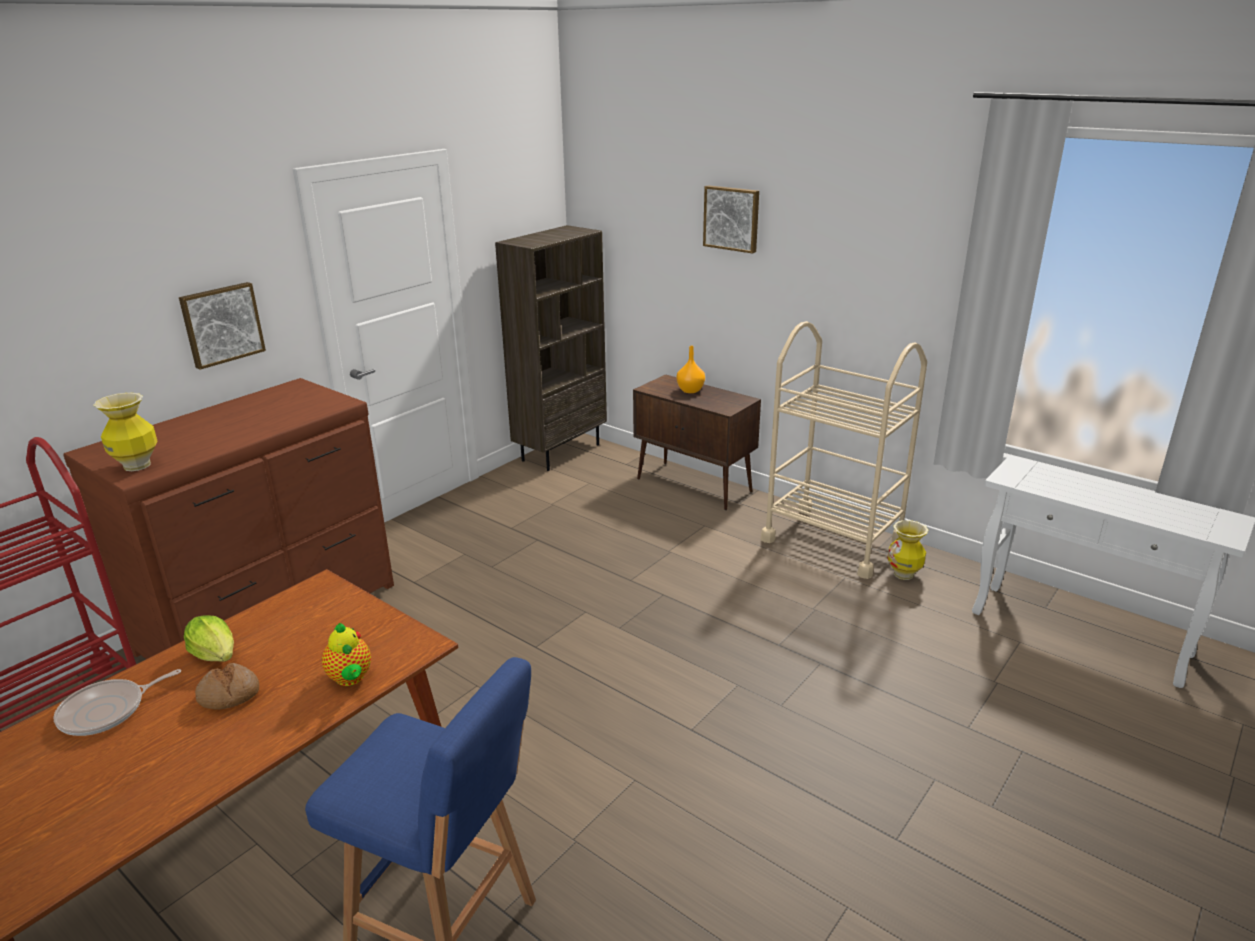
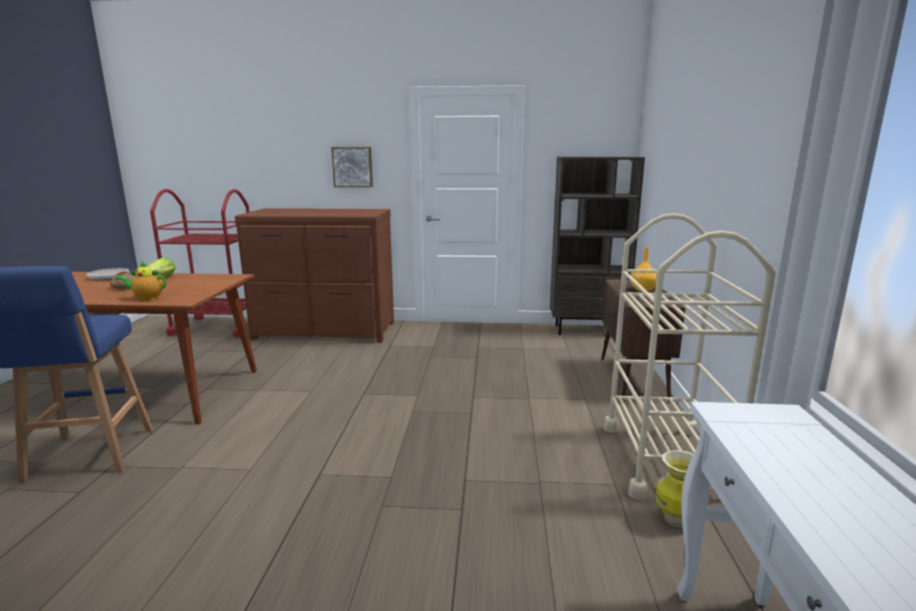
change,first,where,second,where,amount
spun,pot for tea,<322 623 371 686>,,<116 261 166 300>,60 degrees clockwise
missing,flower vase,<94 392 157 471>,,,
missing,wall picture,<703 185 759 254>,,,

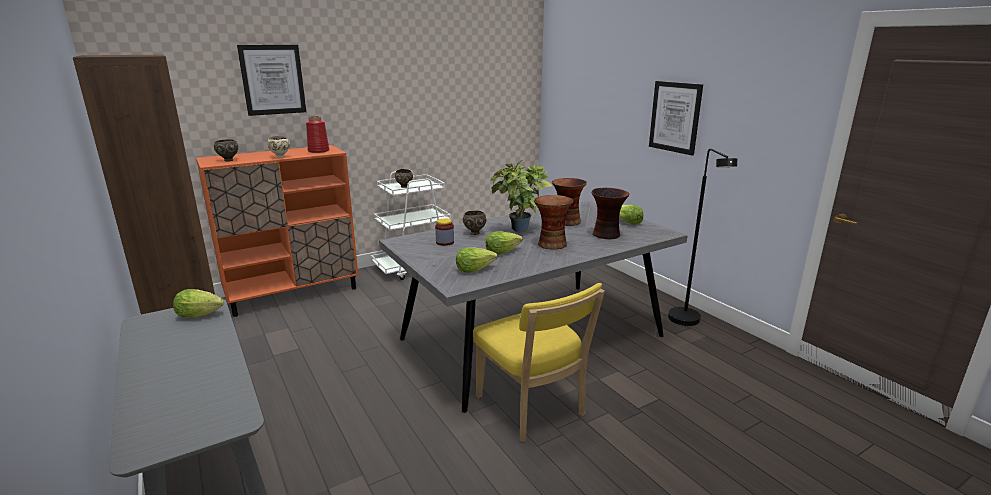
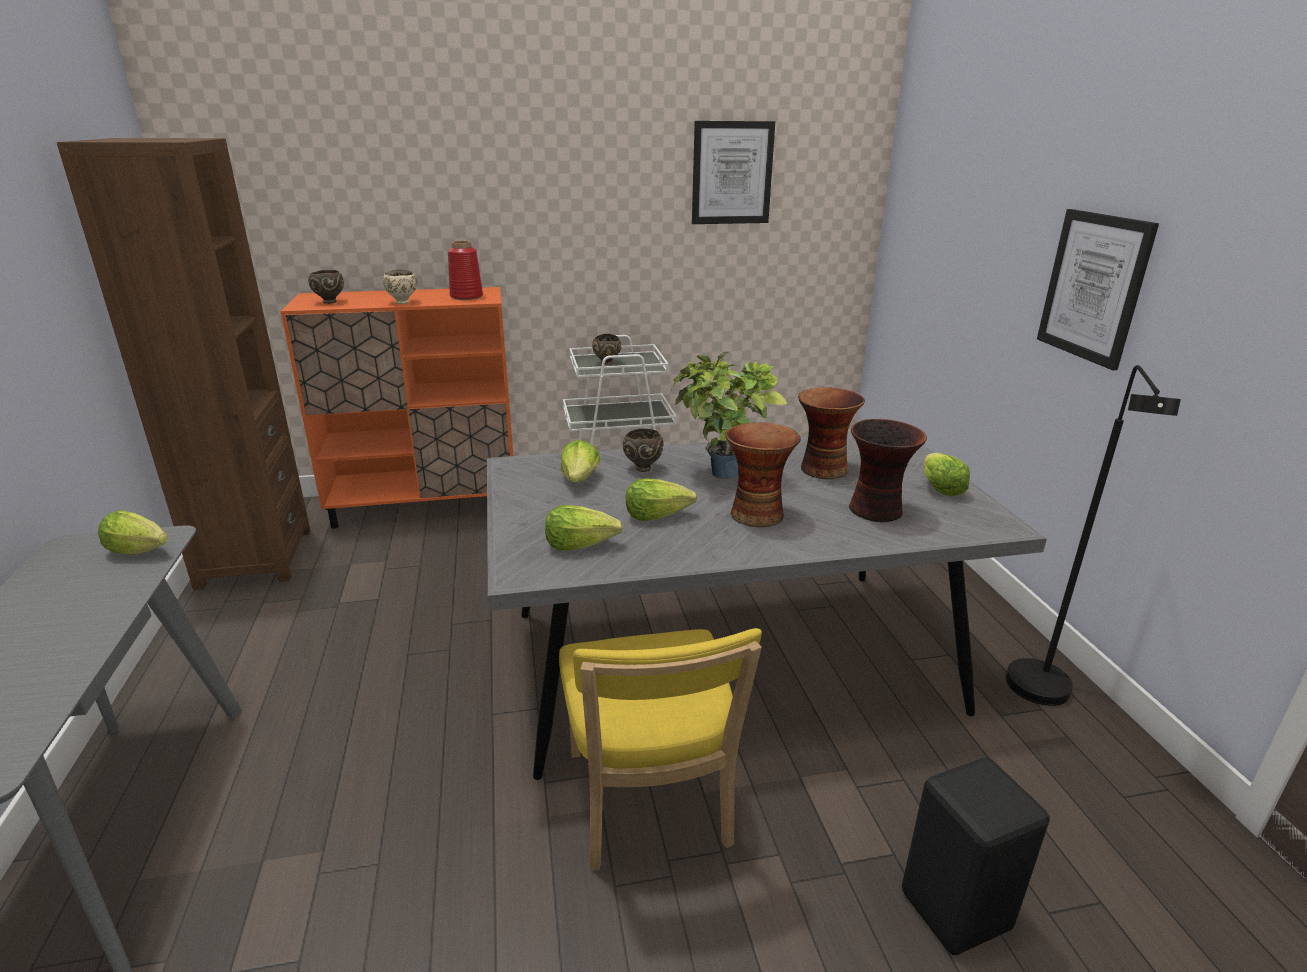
change,first,where,second,where,amount
exchanged,storage jar,<435 218 454 246>,head of lettuce,<561 440 600 483>,
relocated,wall picture,<237 45 306 116>,,<692 121 775 224>,
appeared,,,stool/black-coloured,<902 757 1050 955>,

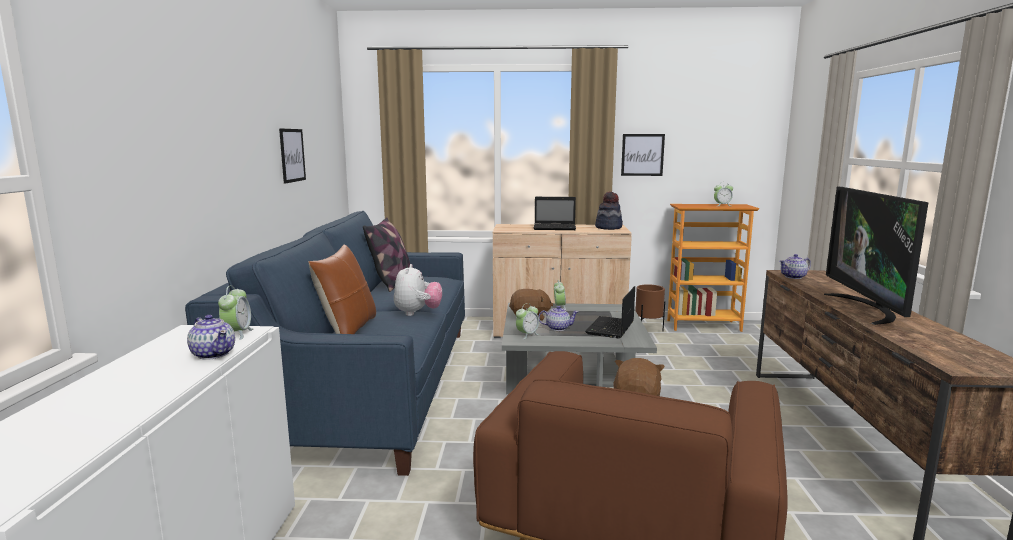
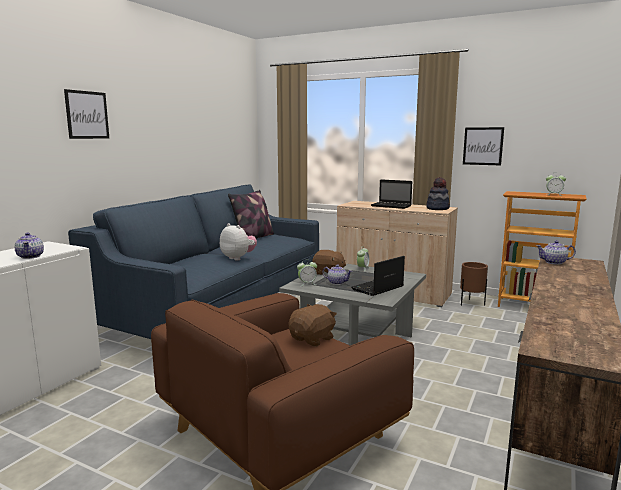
change,first,where,second,where,amount
relocated,wall picture,<279 129 306 184>,,<64 89 109 139>,
spun,soft toy,<394 264 442 316>,,<220 223 257 261>,75 degrees counterclockwise
missing,alarm clock,<218 285 253 340>,,,
missing,cushion/brown-coloured,<308 244 376 334>,,,
missing,TV set,<824 187 929 325>,,,

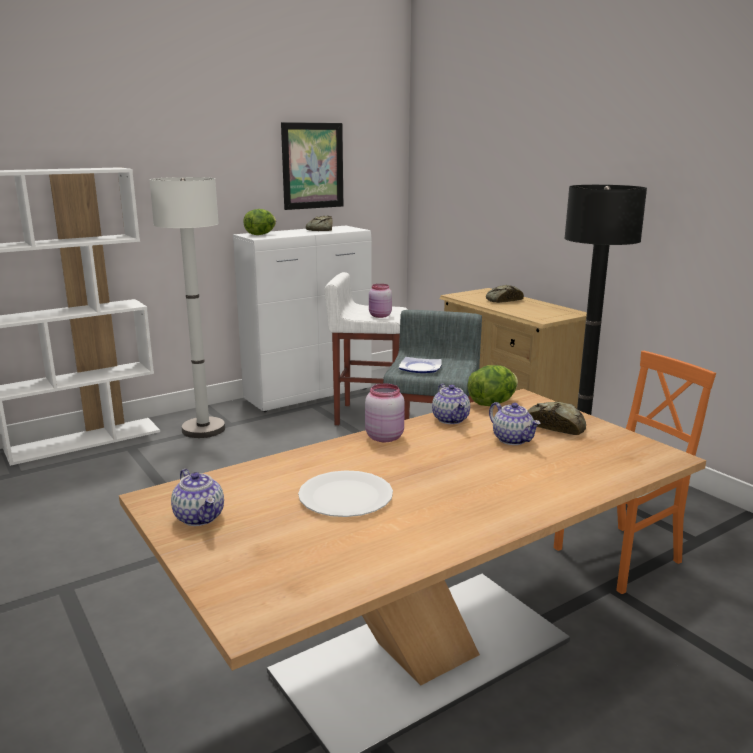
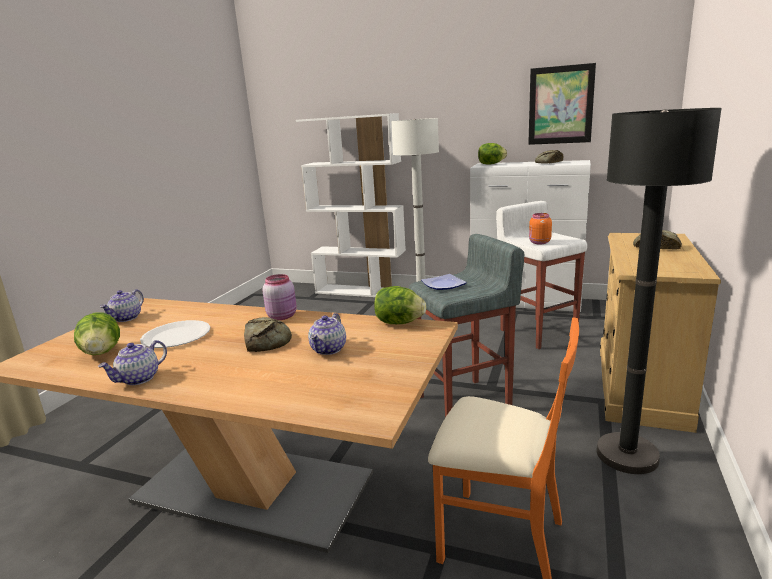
change,first,where,second,where,amount
appeared,,,head of lettuce,<74 312 120 355>,
relocated,pot for tea,<432 383 470 424>,,<98 340 167 385>,
relocated,bread,<528 402 586 435>,,<244 317 292 352>,
colour,storage jar/pink,<369 284 392 318>,storage jar/orangey,<529 213 552 244>,

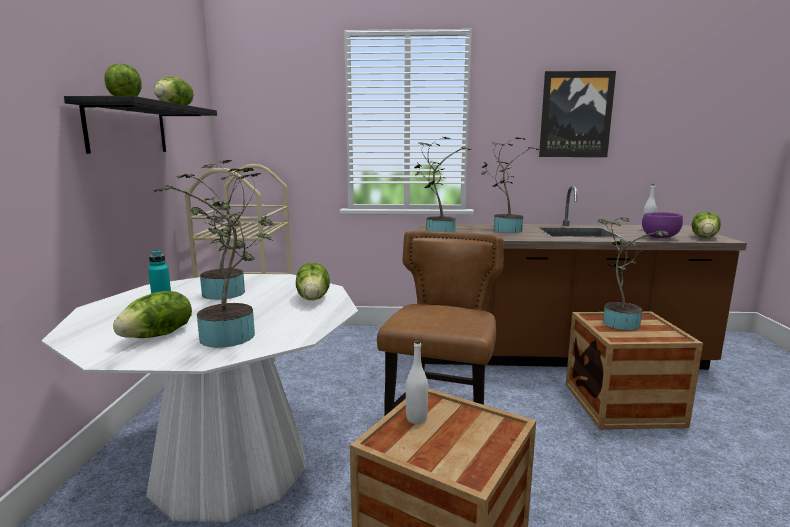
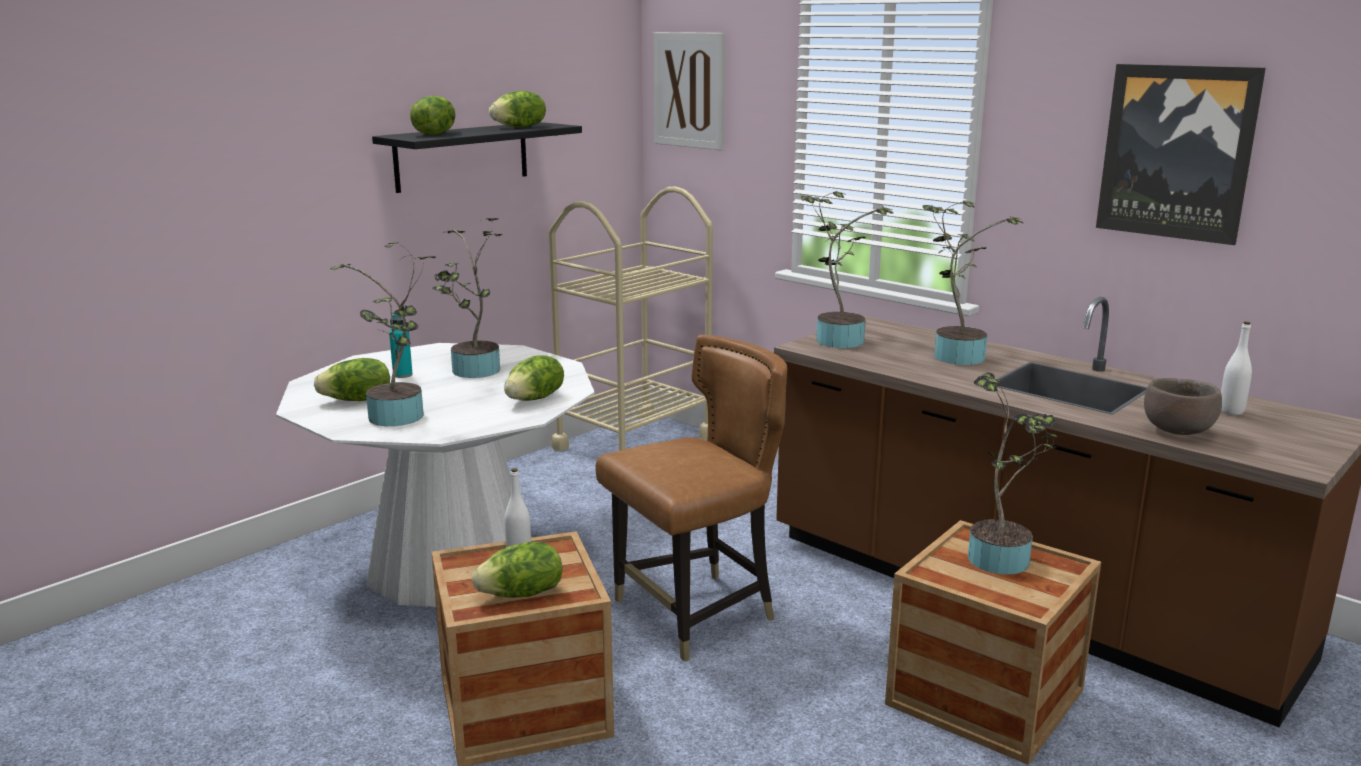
change,first,where,second,where,amount
relocated,head of lettuce,<692 212 721 238>,,<472 542 562 598>,
appeared,,,wall picture,<654 32 725 150>,
colour,serving bowl/purple-coloured,<642 212 683 238>,serving bowl/brown-coloured,<1144 378 1222 435>,

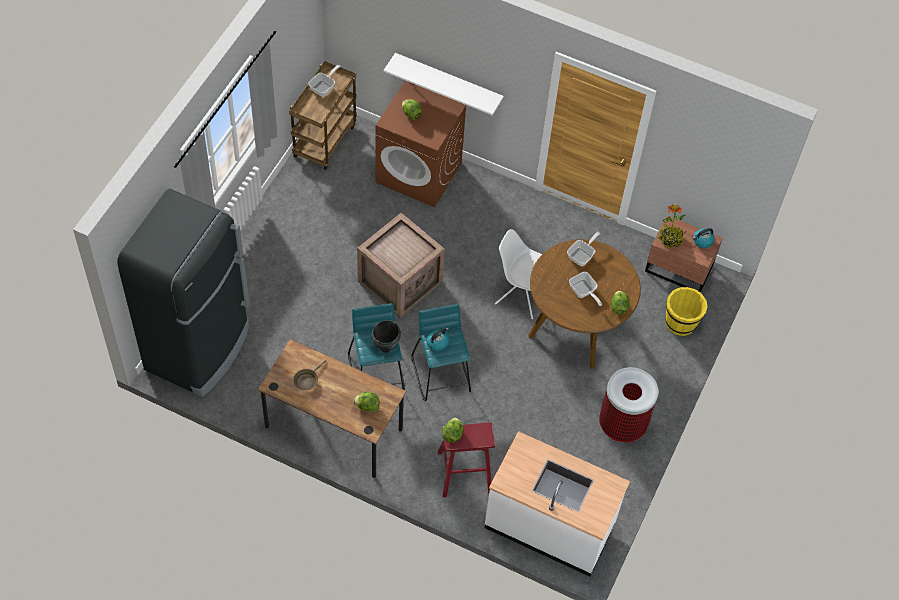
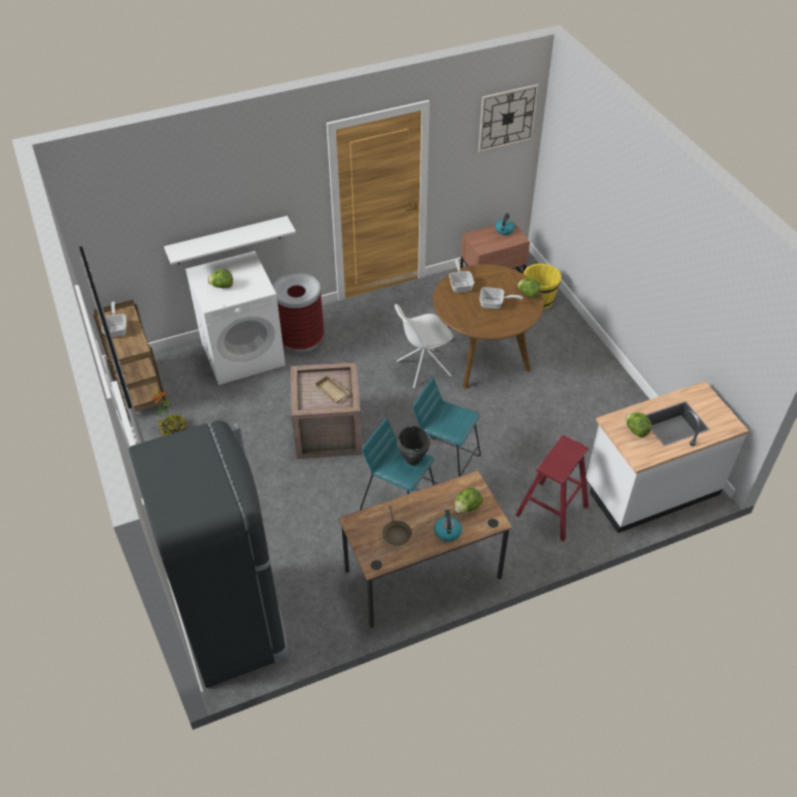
change,first,where,second,where,amount
relocated,potted plant,<658 204 686 248>,,<152 391 187 436>,
colour,laundry appliance/brown-coloured,<375 81 466 207>,laundry appliance/whitish,<186 251 285 385>,
relocated,waste bin,<599 367 658 443>,,<273 273 324 353>,
appeared,,,tray/beige-coloured,<314 375 350 404>,
relocated,tea kettle,<426 328 449 351>,,<434 509 462 542>,
appeared,,,hanging clock,<478 84 539 153>,
relocated,head of lettuce,<442 418 464 443>,,<625 412 652 437>,

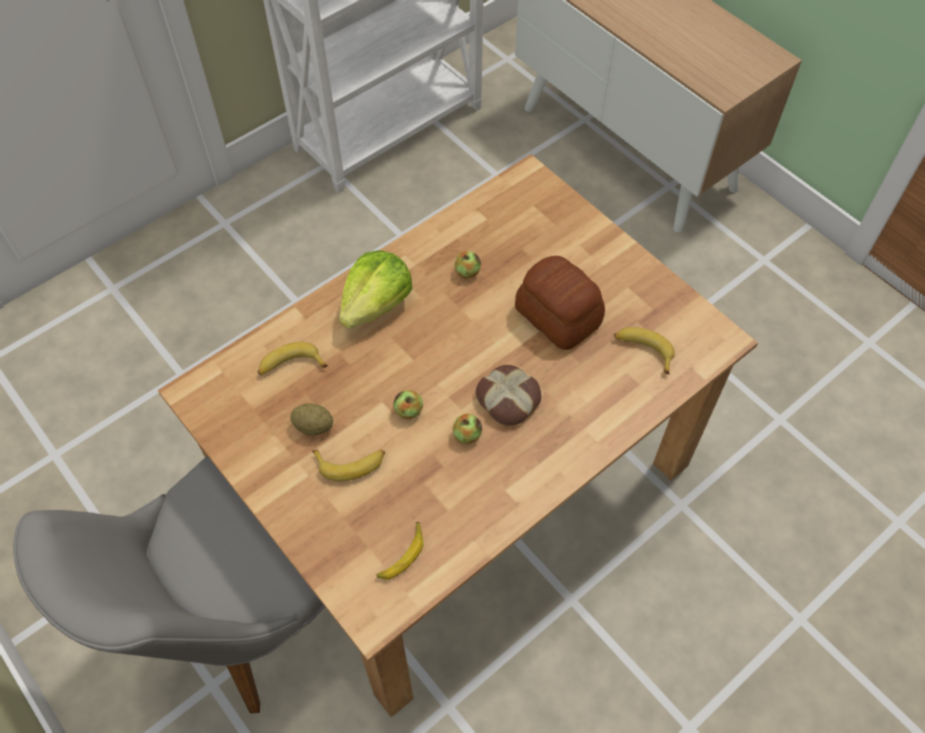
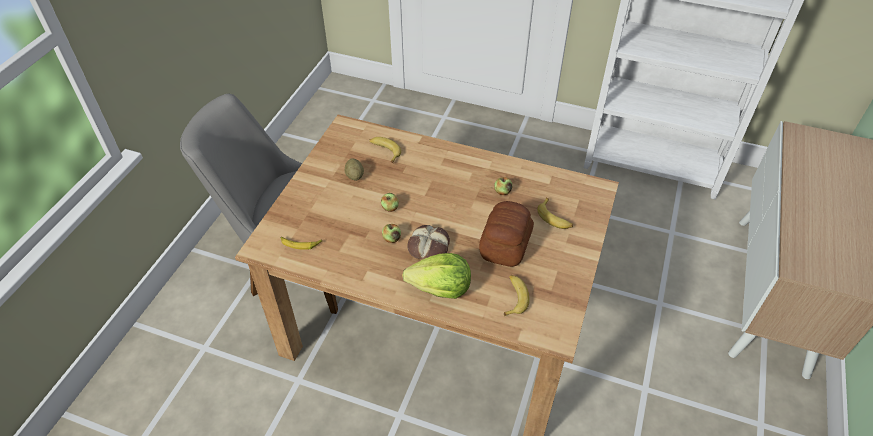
change,first,where,second,where,amount
relocated,head of lettuce,<339 250 412 329>,,<402 253 471 299>,
relocated,banana fruit,<312 449 385 481>,,<537 198 573 229>,

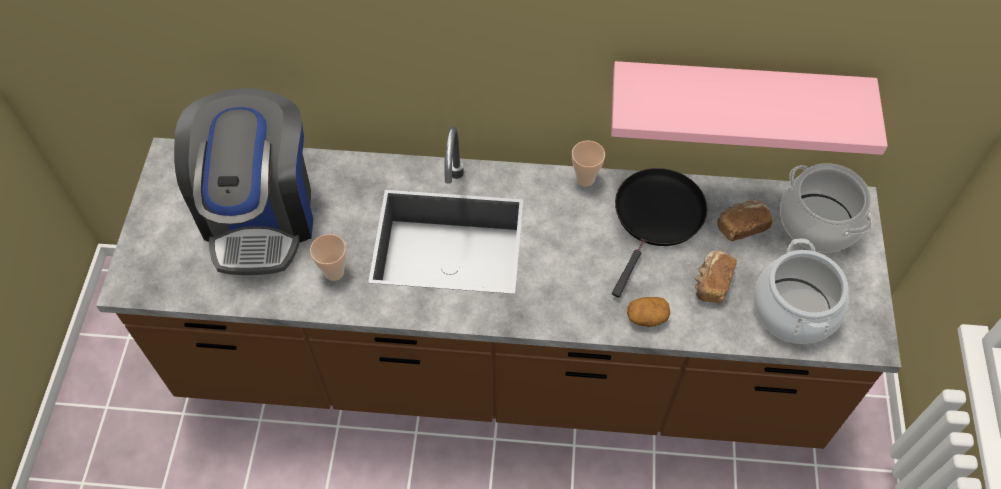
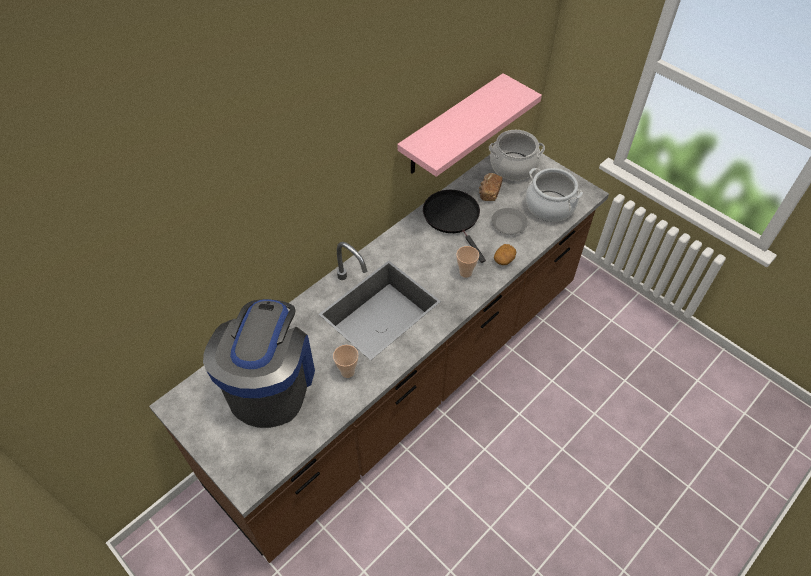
change,first,where,second,where,amount
spun,coffee maker,<174 88 313 275>,,<203 299 315 428>,120 degrees counterclockwise
relocated,drinking cup,<572 141 605 187>,,<456 246 479 278>,
exchanged,bread,<695 250 737 303>,plate/greyish,<491 208 528 235>,

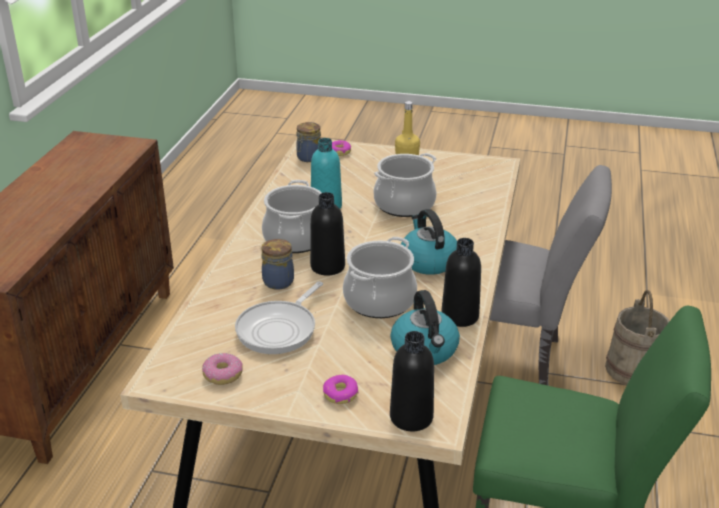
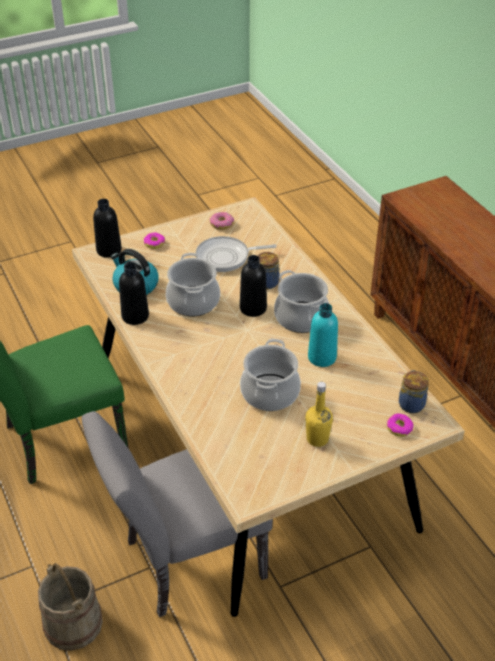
change,first,where,second,where,amount
spun,skillet,<235 281 323 354>,,<196 236 277 272>,90 degrees counterclockwise
missing,tea kettle,<401 209 457 275>,,,

